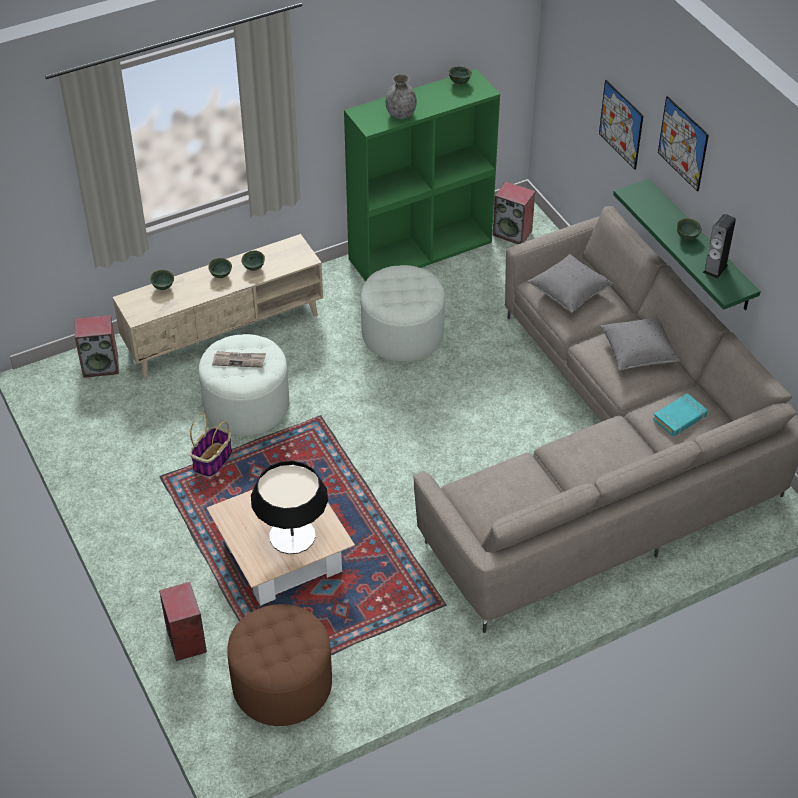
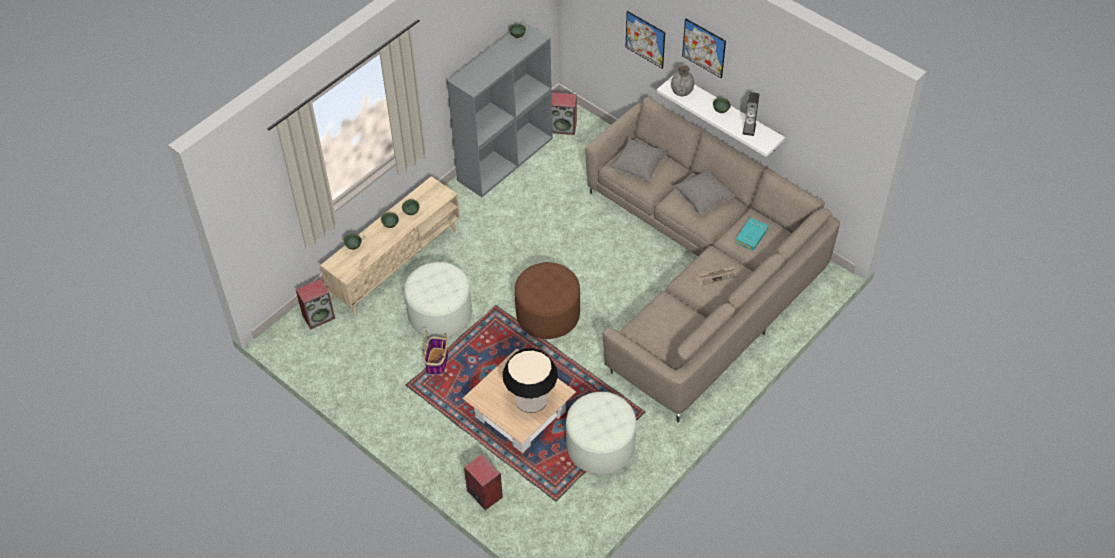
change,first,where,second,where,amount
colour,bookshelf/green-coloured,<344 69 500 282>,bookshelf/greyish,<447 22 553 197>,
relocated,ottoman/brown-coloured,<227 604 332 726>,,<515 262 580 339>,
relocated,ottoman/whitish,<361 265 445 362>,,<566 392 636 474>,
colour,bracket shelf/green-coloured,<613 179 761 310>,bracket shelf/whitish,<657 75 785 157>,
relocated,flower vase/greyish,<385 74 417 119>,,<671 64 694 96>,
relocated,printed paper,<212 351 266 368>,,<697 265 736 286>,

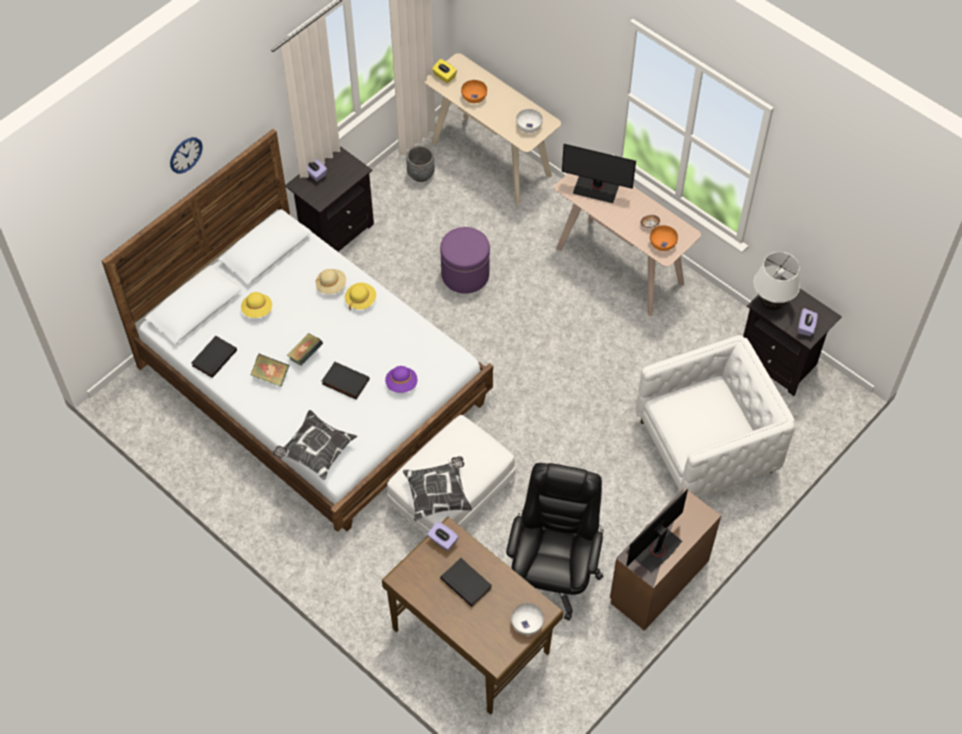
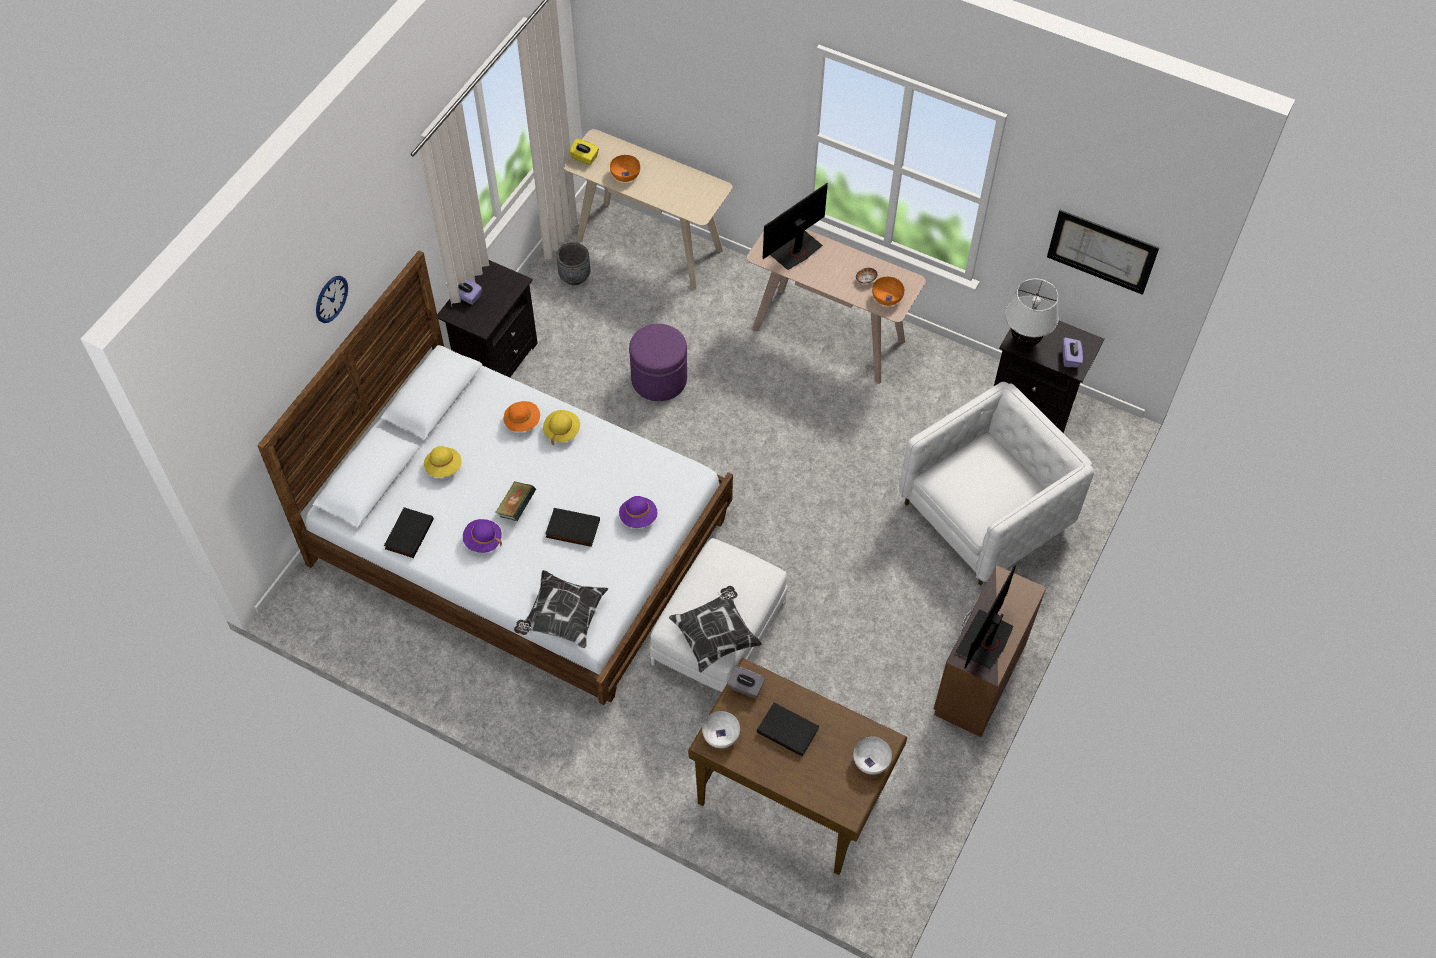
change,first,where,second,where,amount
exchanged,bound book,<251 354 289 387>,hat/purple-coloured,<463 519 502 553>,
colour,hat/beige-coloured,<316 269 346 294>,hat/orangey,<504 401 540 432>,
relocated,serving bowl/whitish,<516 109 543 133>,,<702 711 740 748>,
colour,box of tissues/purple-coloured,<427 521 459 551>,box of tissues/greyish,<728 666 765 698>,
spun,computer screen,<562 144 636 203>,,<763 183 828 270>,135 degrees clockwise
appeared,,,wall picture,<1047 210 1159 295>,
missing,computer chair/black-coloured,<506 463 604 620>,,,

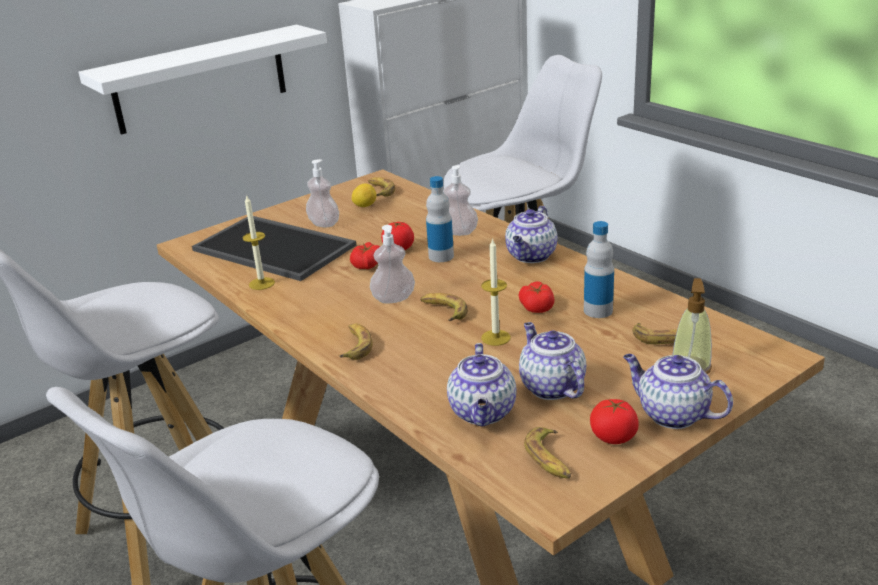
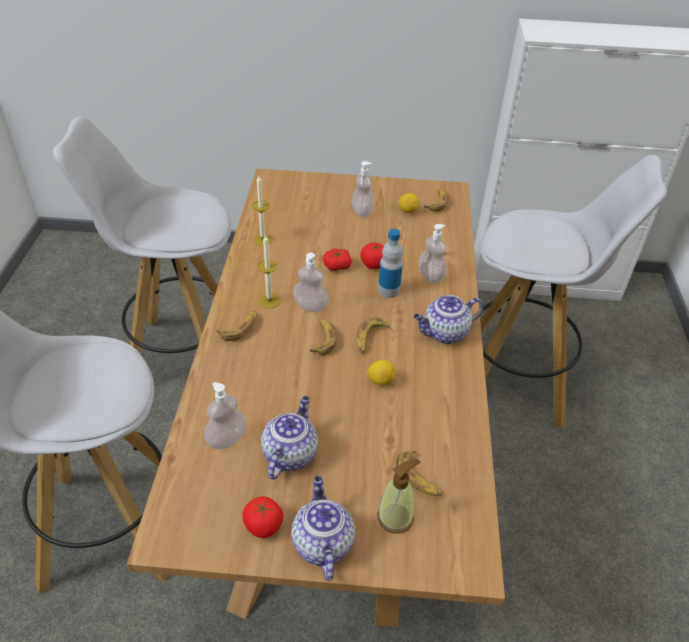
change,first,where,second,where,amount
exchanged,pot for tea,<447 343 517 426>,soap dispenser,<204 382 247 449>,
relocated,wax candle,<481 238 511 346>,,<257 234 281 309>,
relocated,banana fruit,<524 427 571 479>,,<356 317 390 353>,
exchanged,tomato,<519 281 555 313>,citrus fruit,<367 360 396 386>,
missing,bracket shelf/whitish,<78 25 327 135>,,,
missing,tray,<192 216 356 281>,,,
missing,bottle,<584 221 614 318>,,,

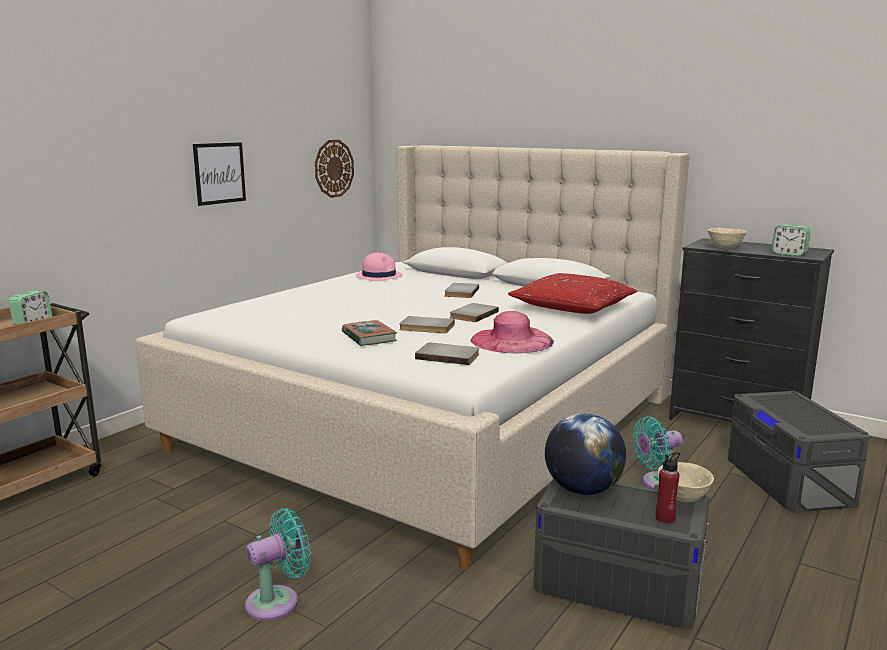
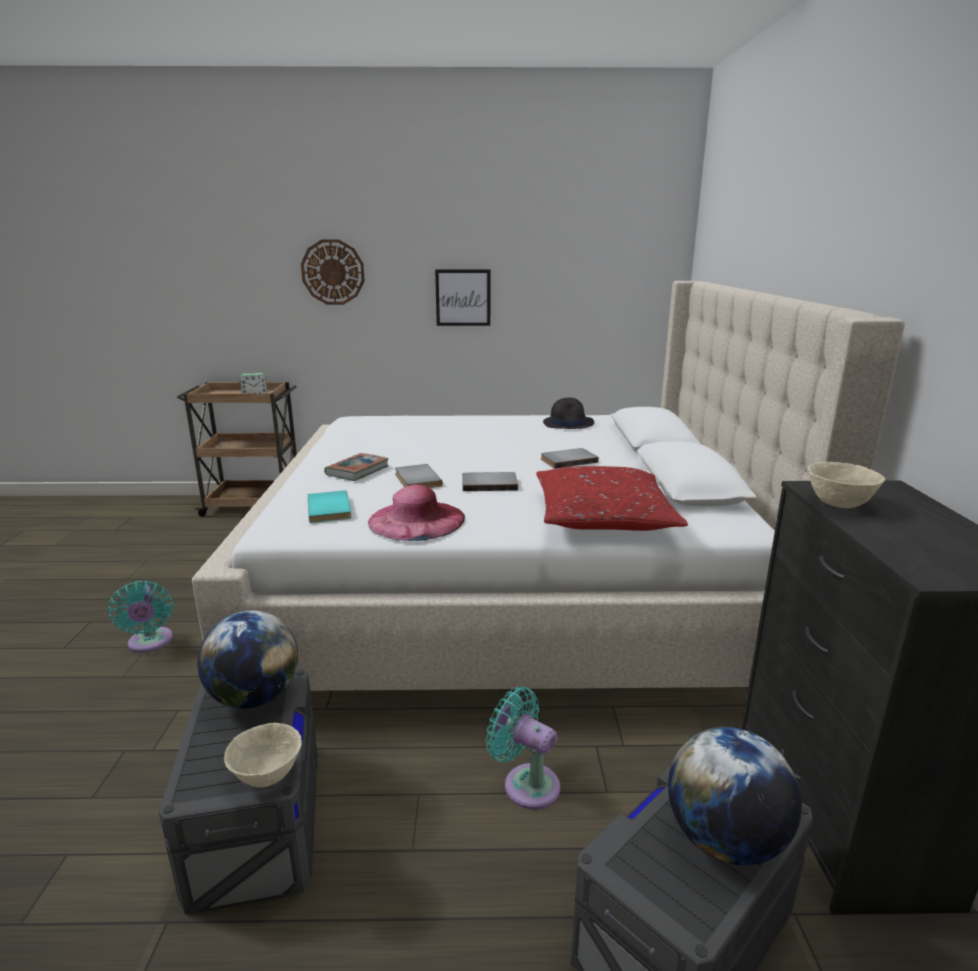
change,first,where,second,where,amount
spun,fan/blue-green,<245 508 311 621>,,<108 581 174 653>,45 degrees clockwise
relocated,hanging clock,<315 140 354 198>,,<301 239 365 305>,
colour,bound book/greyish,<415 343 480 365>,bound book/blue-green,<308 491 352 523>,
colour,hat/pink,<356 253 403 281>,hat/black-coloured,<543 398 594 429>,
appeared,,,desk globe,<668 727 802 865>,
missing,bottle/reddish,<656 452 680 523>,,,
missing,alarm clock,<772 224 811 256>,,,

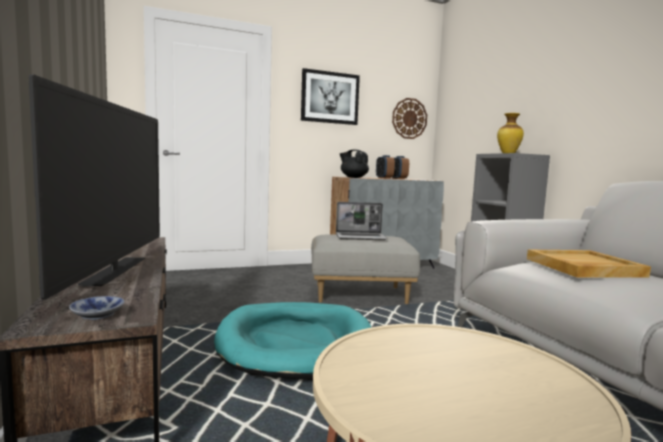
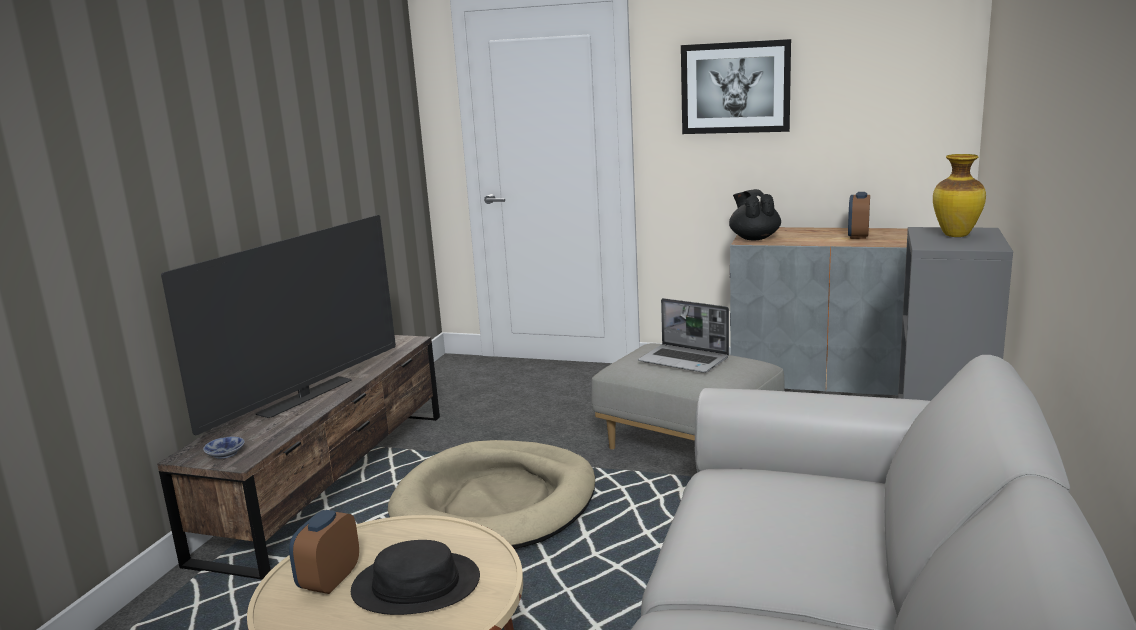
change,first,where,second,where,amount
relocated,alarm clock,<376 155 395 179>,,<289 510 359 594>,
appeared,,,hat/black-coloured,<351 540 480 615>,
colour,pet bed/blue-green,<214 302 371 380>,pet bed/beige-coloured,<388 440 595 549>,
missing,hanging clock,<392 98 427 139>,,,
missing,tray/beige-coloured,<527 250 651 278>,,,

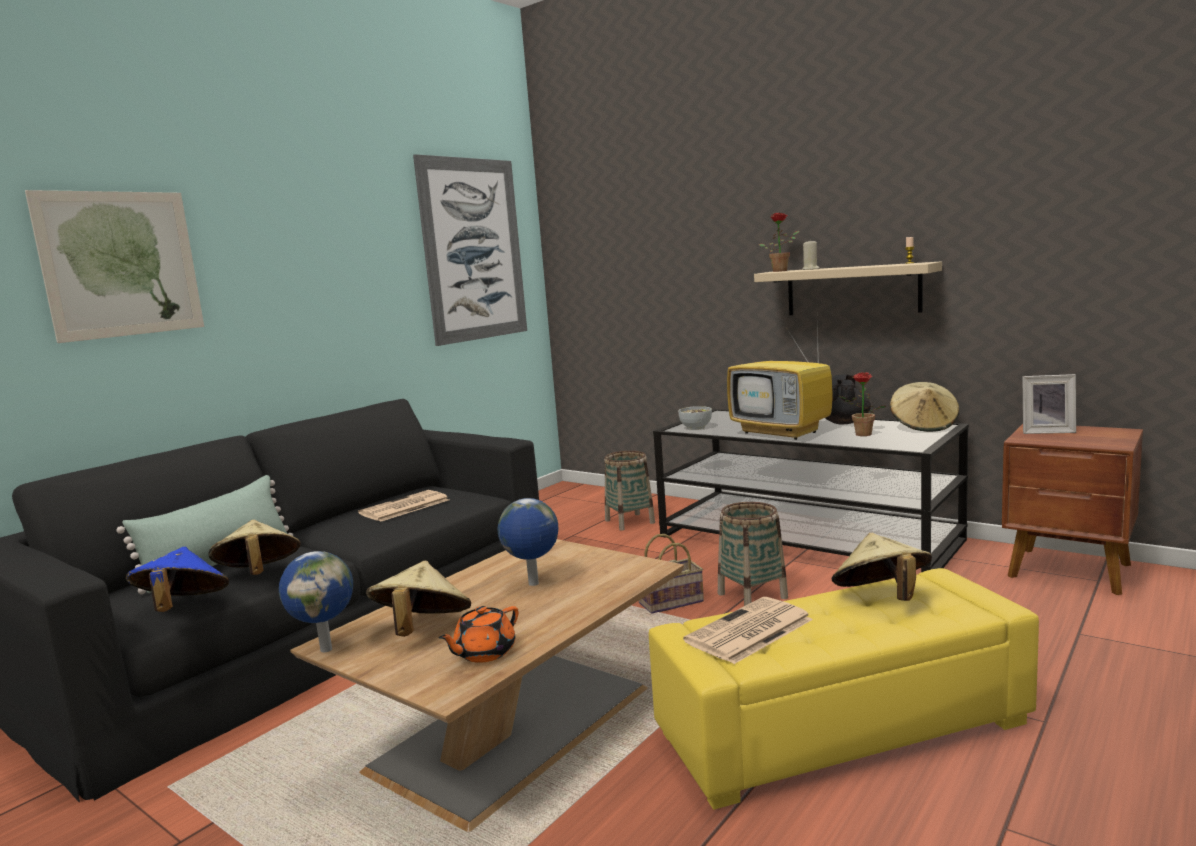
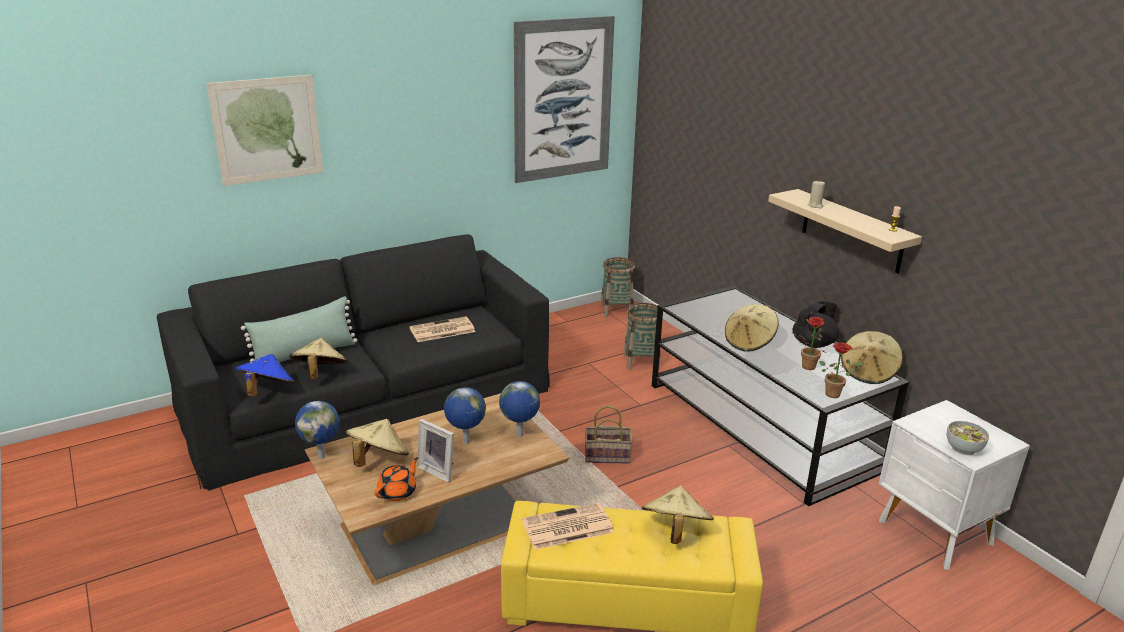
change,first,where,second,where,amount
spun,pot for tea/orangey,<438 606 518 663>,,<374 457 418 501>,150 degrees clockwise
relocated,photo frame,<1022 374 1076 434>,,<417 419 454 483>,
appeared,,,desk globe,<499 381 540 437>,
relocated,household basket,<718 502 788 606>,,<601 257 635 317>,
exchanged,TV set,<727 324 833 440>,hat/beige-coloured,<725 304 779 352>,
relocated,potted plant,<759 213 800 272>,,<819 342 863 398>,
colour,night table/brown-coloured,<1002 424 1143 595>,night table/whitish,<879 400 1030 570>,
relocated,serving bowl,<678 406 712 430>,,<947 421 989 455>,

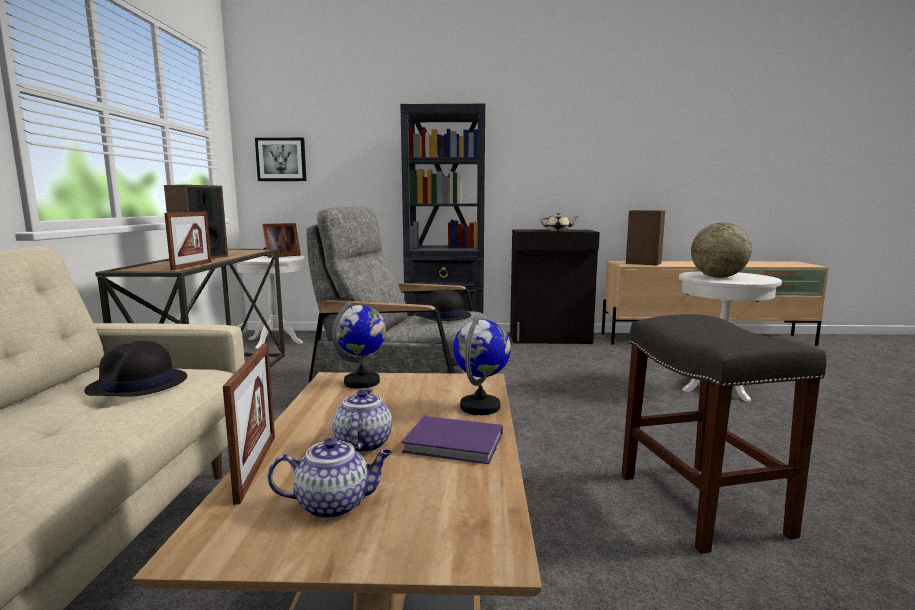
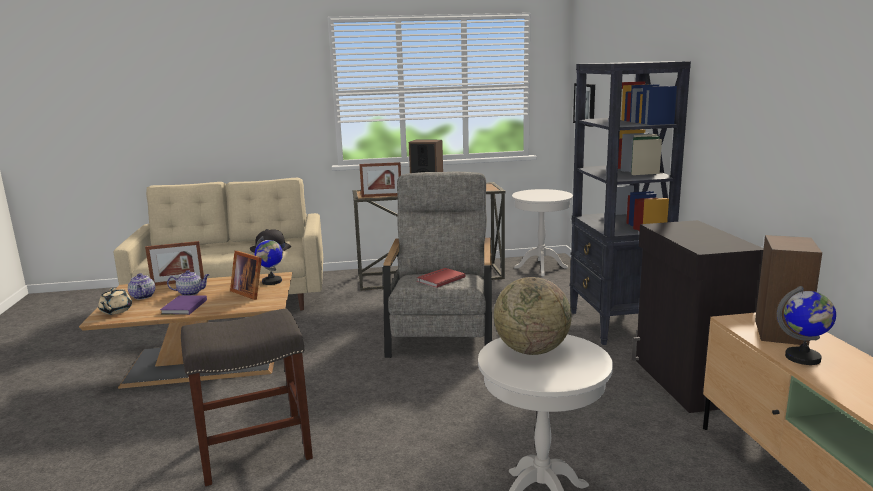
change,first,where,second,where,amount
relocated,pot for tea/beige-coloured,<540 212 577 231>,,<98 288 132 315>,
relocated,photo frame,<262 223 301 258>,,<230 251 262 300>,
exchanged,hat/black-coloured,<416 289 471 321>,bound book/reddish,<417 268 466 288>,
relocated,desk globe,<453 315 511 415>,,<777 286 836 365>,

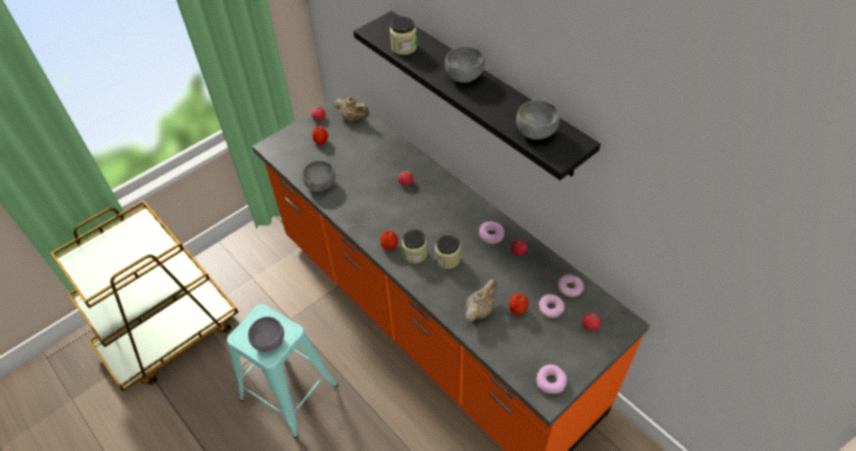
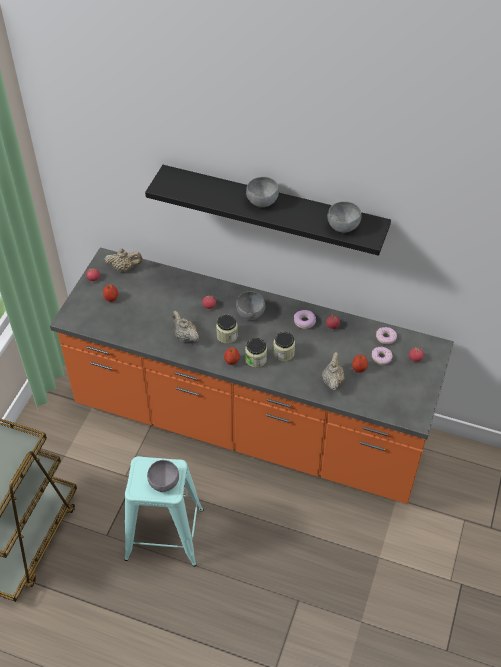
change,first,where,second,where,amount
appeared,,,pot for tea/beige-coloured,<172 311 199 342>,
relocated,storage jar,<390 17 417 55>,,<216 315 238 344>,
relocated,serving bowl/greyish,<302 161 335 192>,,<236 291 265 320>,
missing,doughnut,<537 364 567 394>,,,

